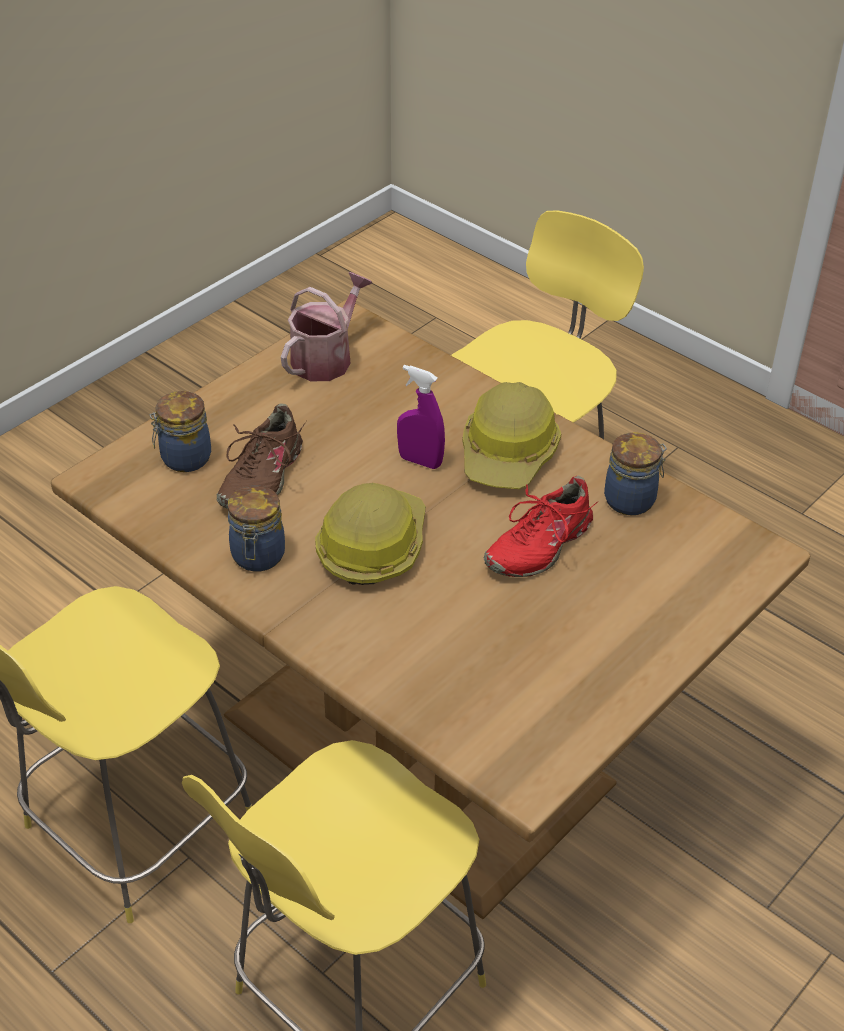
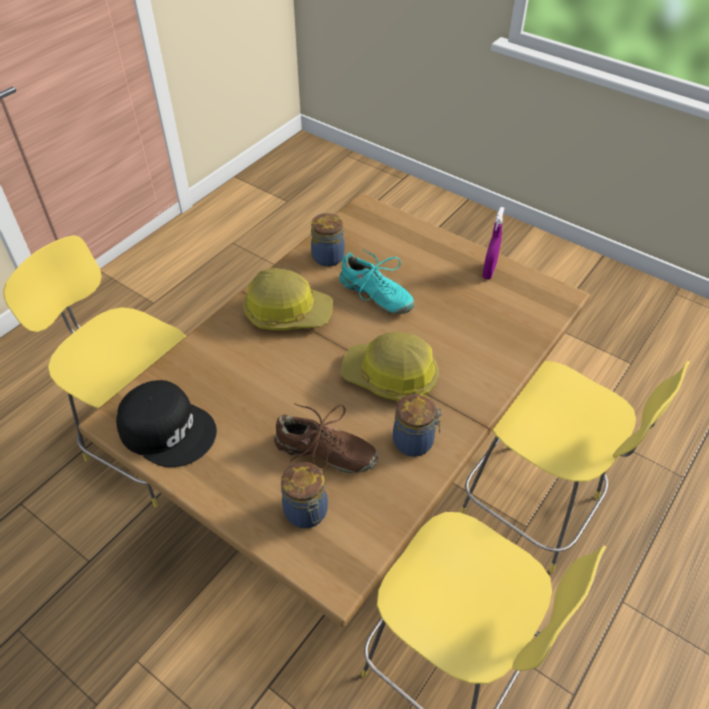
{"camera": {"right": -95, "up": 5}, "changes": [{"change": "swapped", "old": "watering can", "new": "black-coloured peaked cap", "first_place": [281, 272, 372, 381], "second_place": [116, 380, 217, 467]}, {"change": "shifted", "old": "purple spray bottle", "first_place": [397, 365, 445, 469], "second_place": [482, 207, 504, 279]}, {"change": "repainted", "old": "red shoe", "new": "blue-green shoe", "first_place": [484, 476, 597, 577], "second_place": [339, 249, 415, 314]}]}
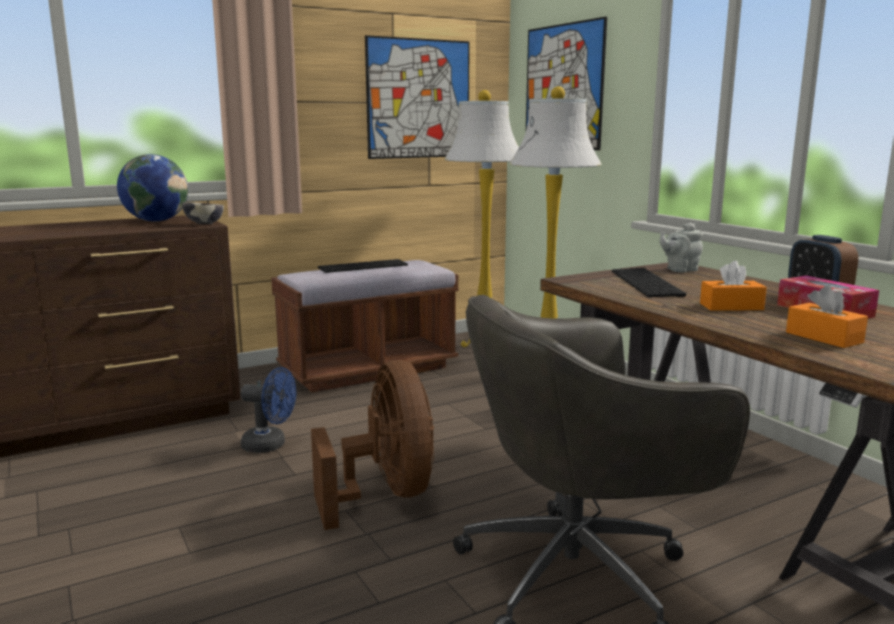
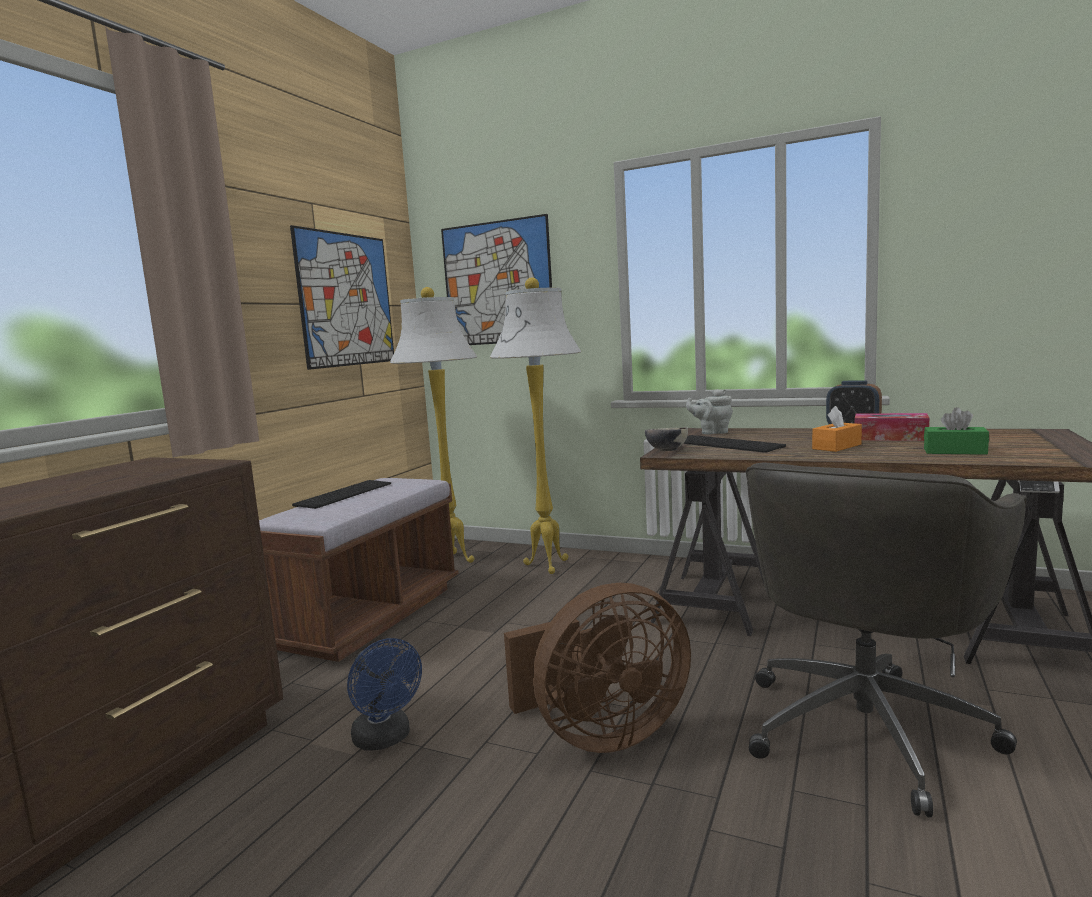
{"camera": {"right": -35, "up": -5}, "changes": [{"change": "gone", "old": "world globe", "first_place": [117, 154, 188, 221]}, {"change": "shifted", "old": "serving bowl", "first_place": [182, 202, 224, 224], "second_place": [645, 427, 688, 451]}, {"change": "rotated", "old": "grey teapot", "first_place": [660, 223, 703, 273], "second_place": [686, 389, 733, 434], "degrees": 60}, {"change": "repainted", "old": "orange-coloured tissue holder", "new": "greenish tissue holder", "first_place": [786, 285, 868, 348], "second_place": [924, 407, 989, 455]}, {"change": "rotated", "old": "brown-coloured cooling fan", "first_place": [311, 360, 434, 530], "second_place": [504, 583, 691, 753], "degrees": 120}, {"change": "rotated", "old": "bluish cooling fan", "first_place": [240, 367, 296, 453], "second_place": [347, 638, 422, 751], "degrees": 75}]}
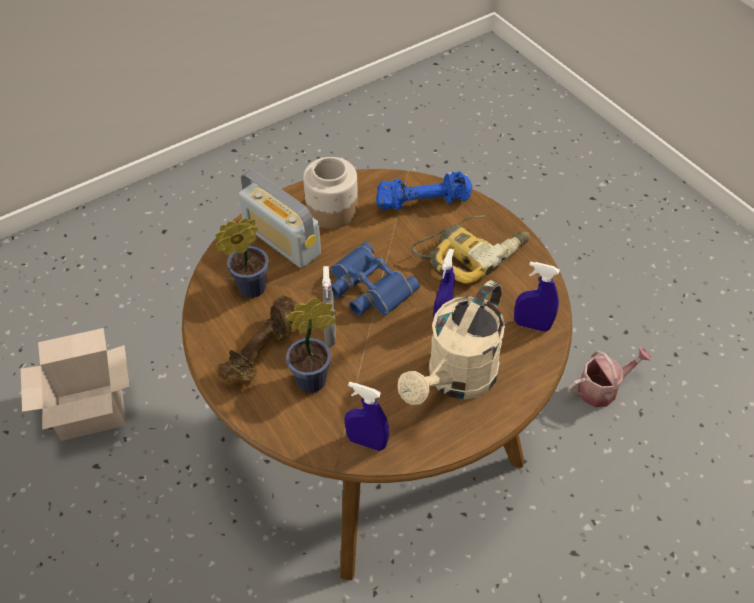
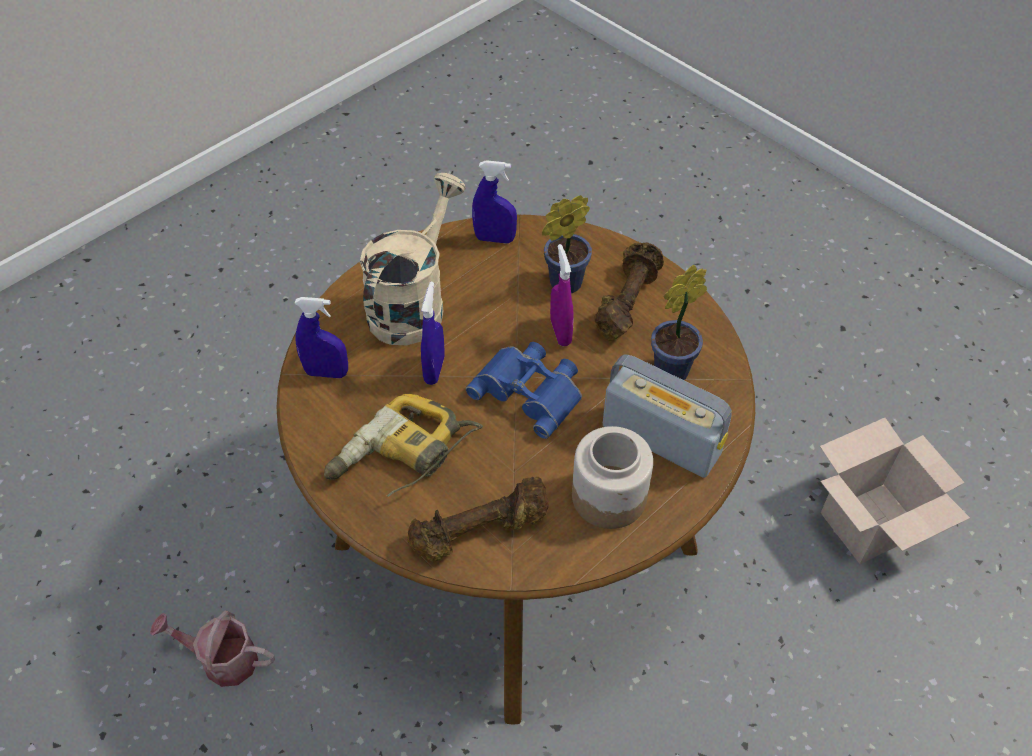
{"camera": {"right": 170, "up": 0}, "changes": [{"change": "repainted", "old": "bluish free weight", "new": "brown-coloured free weight", "first_place": [376, 171, 472, 210], "second_place": [407, 477, 549, 562]}, {"change": "repainted", "old": "grey spray bottle", "new": "purple spray bottle", "first_place": [322, 266, 336, 346], "second_place": [550, 244, 574, 346]}, {"change": "rotated", "old": "watering can", "first_place": [567, 347, 652, 407], "second_place": [150, 611, 275, 687], "degrees": 45}]}
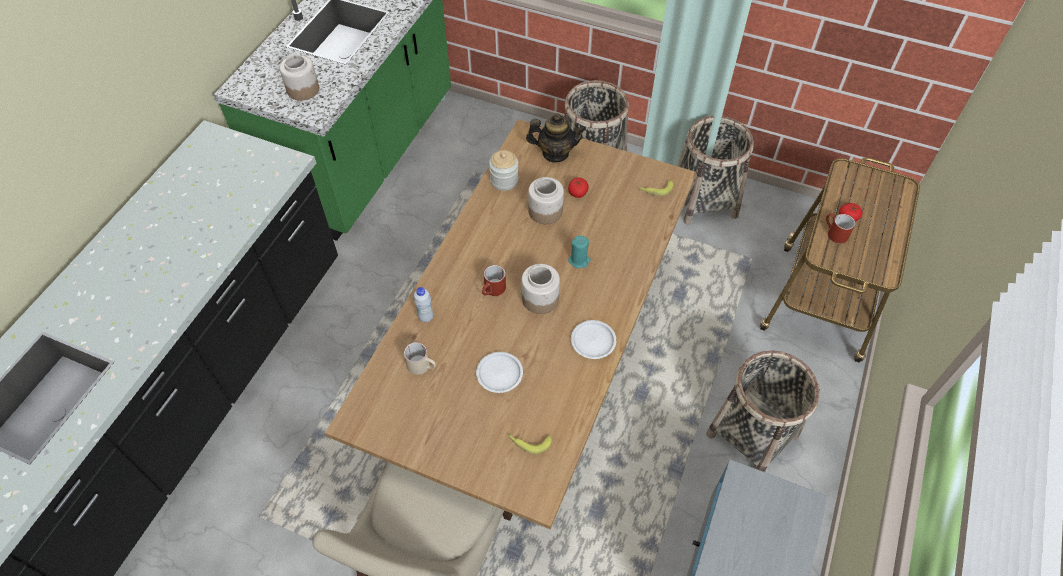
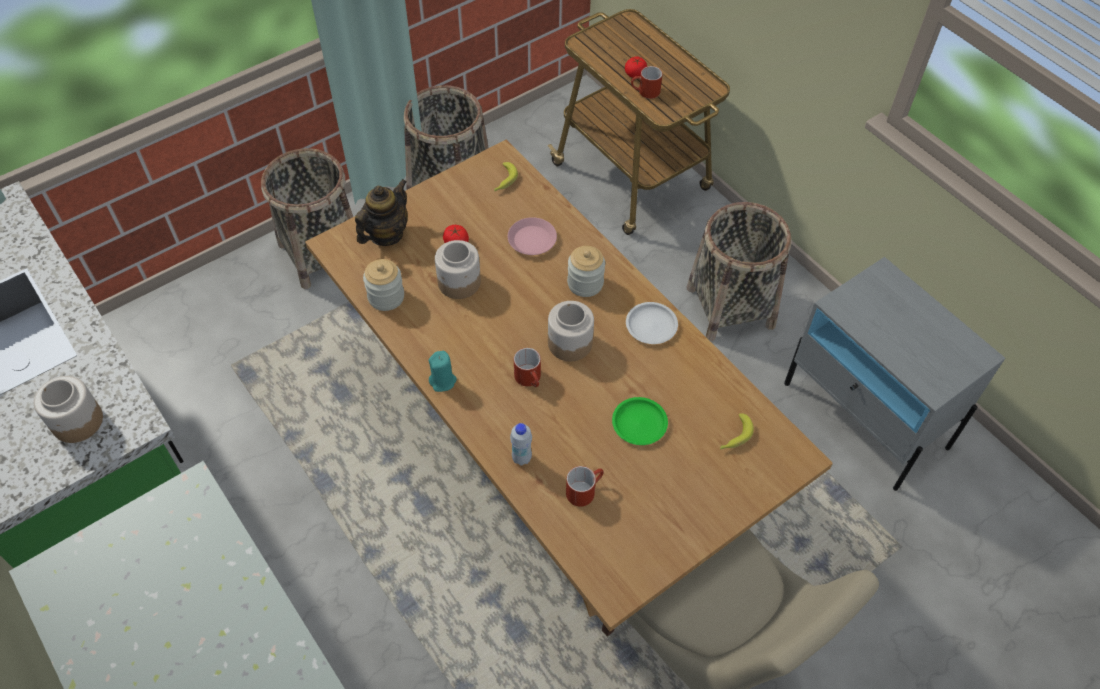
{"camera": {"right": -60, "up": 0}, "changes": [{"change": "shifted", "old": "blue-green wax light", "first_place": [568, 236, 591, 268], "second_place": [429, 351, 457, 392]}, {"change": "repainted", "old": "beige mug", "new": "red mug", "first_place": [404, 342, 436, 375], "second_place": [566, 466, 604, 507]}, {"change": "repainted", "old": "whitish plate", "new": "greenish plate", "first_place": [476, 352, 523, 393], "second_place": [612, 397, 668, 445]}, {"change": "new", "new": "pinkish plate", "second_place": [508, 217, 557, 255]}, {"change": "new", "new": "jar", "second_place": [567, 246, 605, 297]}]}
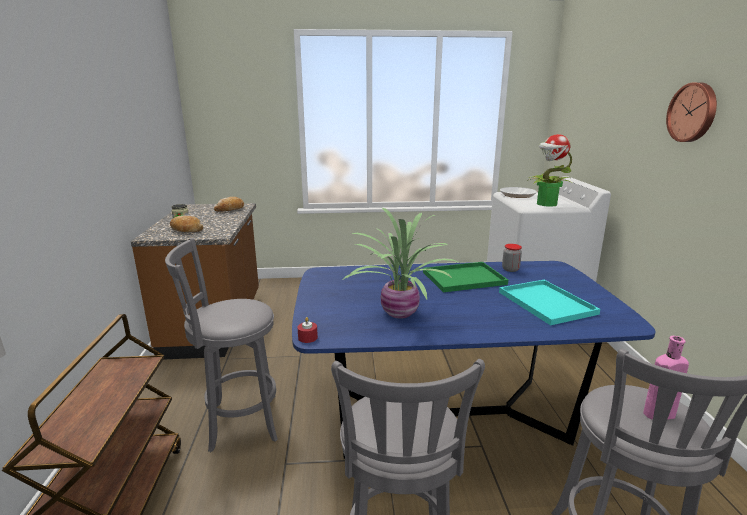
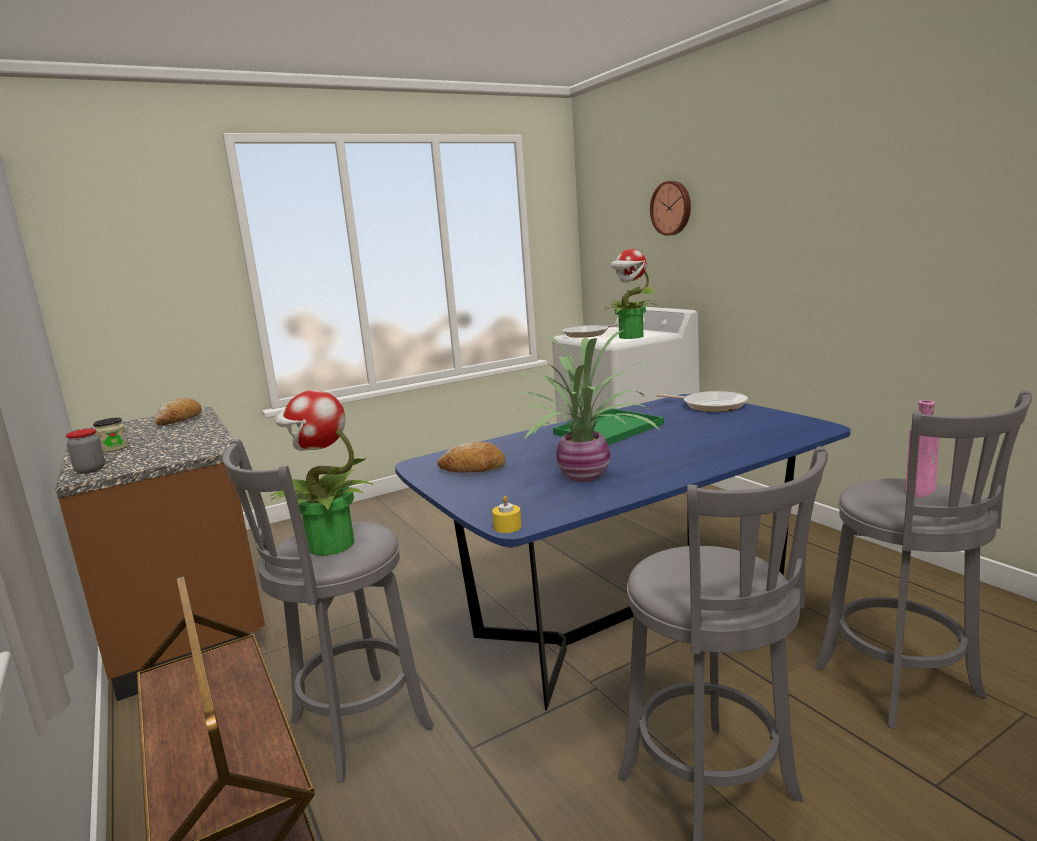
{"camera": {"right": -25, "up": -5}, "changes": [{"change": "shifted", "old": "clock on the wall", "first_place": [666, 82, 717, 142], "second_place": [650, 181, 691, 236]}, {"change": "shifted", "old": "bakery bread", "first_place": [170, 215, 203, 232], "second_place": [437, 442, 506, 473]}, {"change": "shifted", "old": "jar", "first_place": [502, 244, 522, 272], "second_place": [66, 429, 105, 474]}, {"change": "gone", "old": "blue-green serving tray", "first_place": [499, 280, 600, 325]}, {"change": "repainted", "old": "red wax light", "new": "yellow wax light", "first_place": [297, 317, 318, 343], "second_place": [492, 495, 522, 533]}, {"change": "new", "new": "plant in a pot", "second_place": [270, 390, 372, 556]}, {"change": "new", "new": "pan", "second_place": [656, 391, 748, 412]}]}
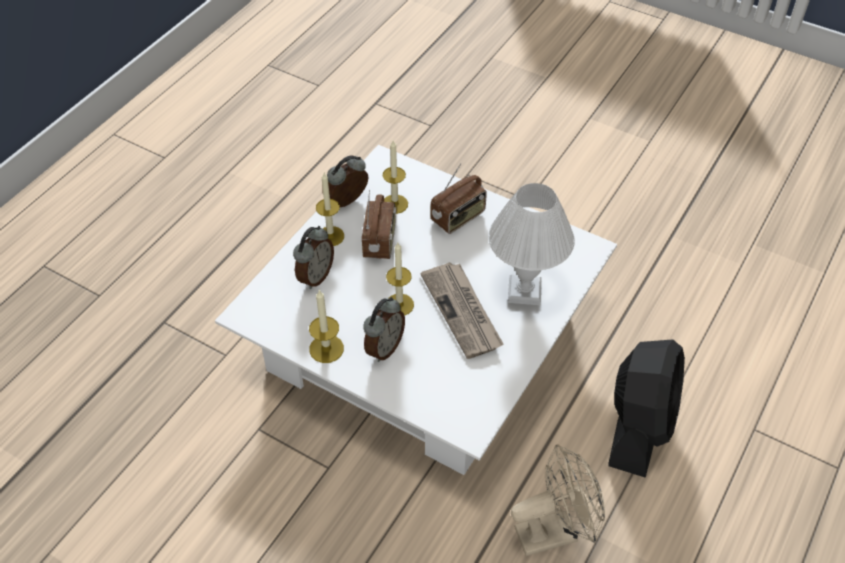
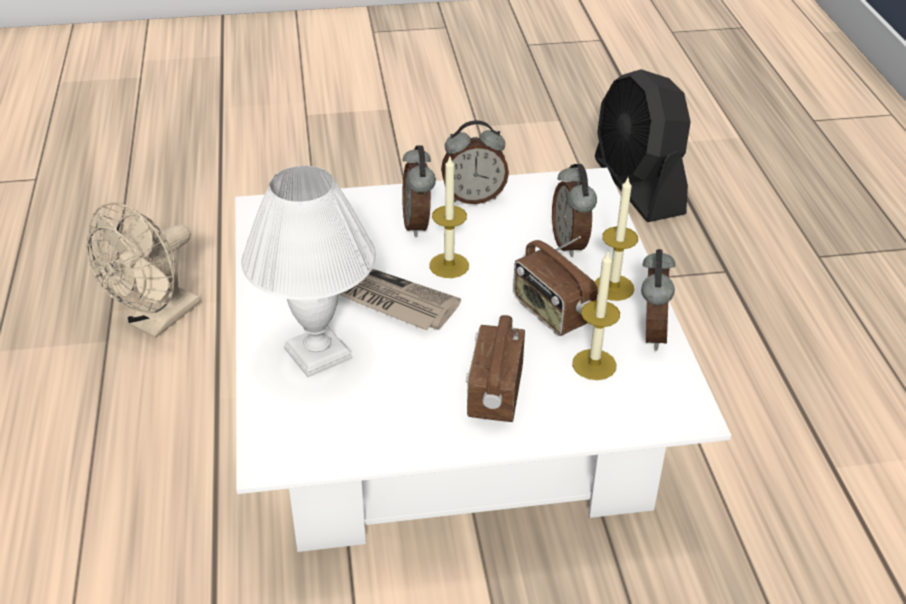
{"camera": {"right": 140, "up": -10}, "changes": [{"change": "swapped", "old": "wax light", "new": "bedside clock", "first_place": [309, 290, 344, 363], "second_place": [441, 120, 509, 204]}, {"change": "shifted", "old": "black-coloured cooling fan", "first_place": [608, 339, 685, 478], "second_place": [595, 69, 691, 222]}]}
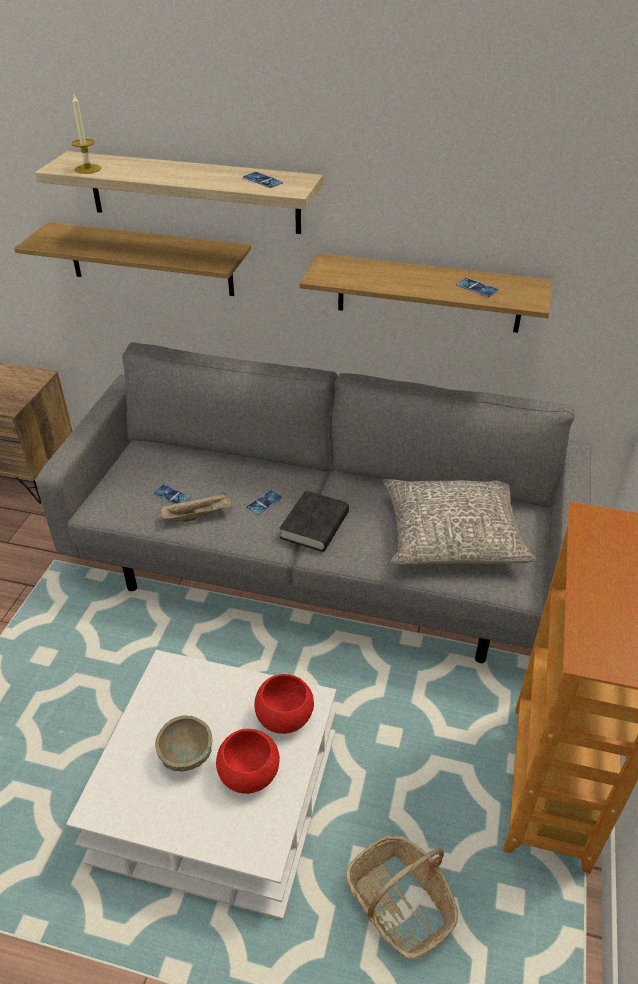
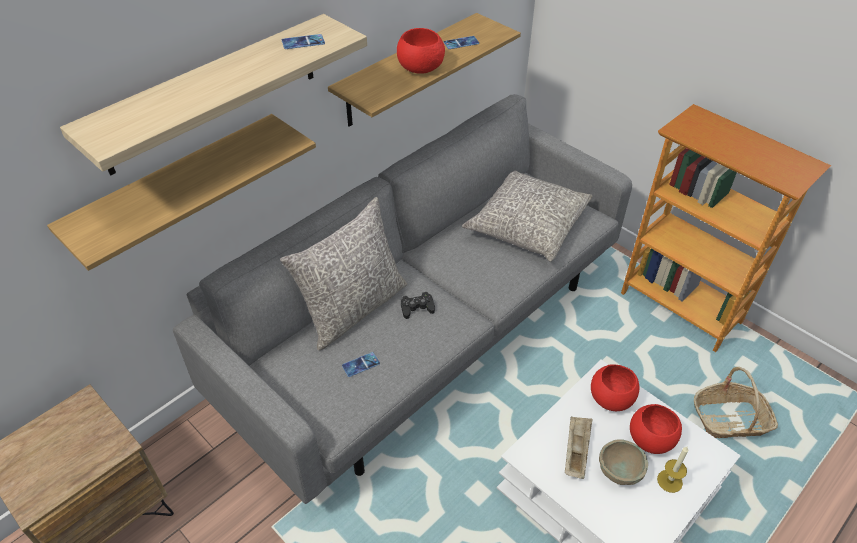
{"camera": {"right": -60, "up": 5}, "changes": [{"change": "shifted", "old": "wax light", "first_place": [71, 95, 101, 174], "second_place": [657, 447, 688, 493]}, {"change": "swapped", "old": "handset", "new": "black-coloured gamepad", "first_place": [246, 490, 282, 515], "second_place": [401, 292, 435, 319]}, {"change": "gone", "old": "black-coloured book", "first_place": [280, 490, 349, 552]}, {"change": "shifted", "old": "beige serving tray", "first_place": [160, 492, 232, 522], "second_place": [565, 417, 592, 479]}, {"change": "new", "new": "red serving bowl", "second_place": [397, 28, 445, 74]}, {"change": "new", "new": "grey pillow", "second_place": [280, 197, 407, 351]}]}
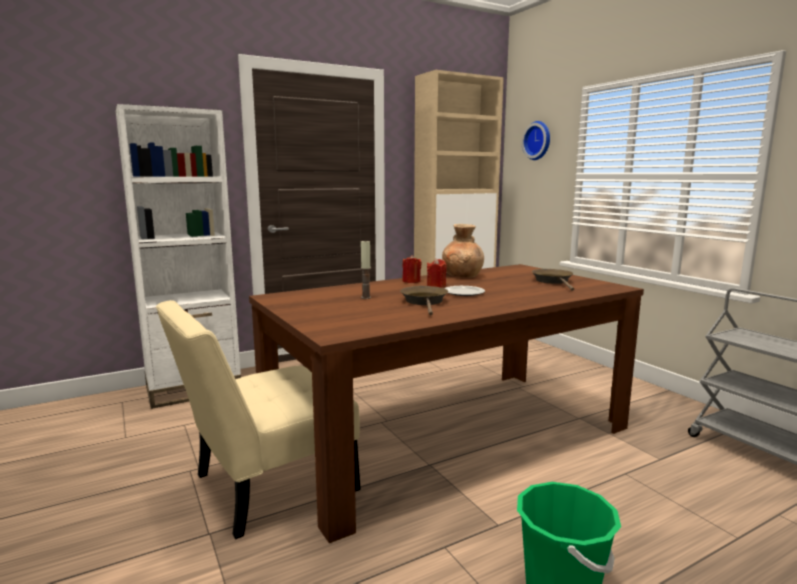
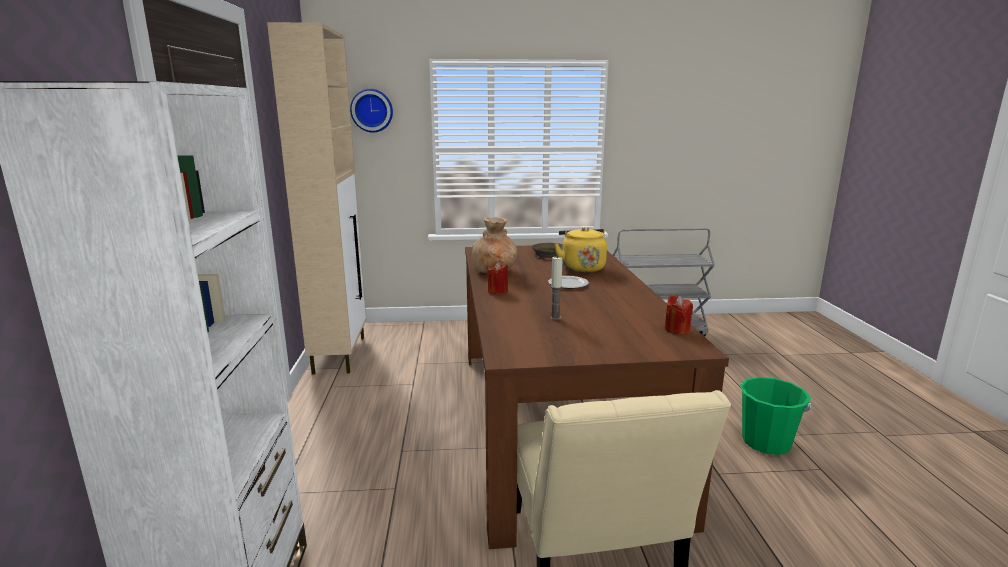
{"camera": {"right": -65, "up": 5}, "changes": [{"change": "shifted", "old": "red wax light", "first_place": [427, 258, 447, 288], "second_place": [665, 295, 693, 334]}, {"change": "gone", "old": "brown-coloured pan", "first_place": [400, 286, 448, 316]}, {"change": "new", "new": "yellow water kettle", "second_place": [555, 227, 607, 273]}]}
